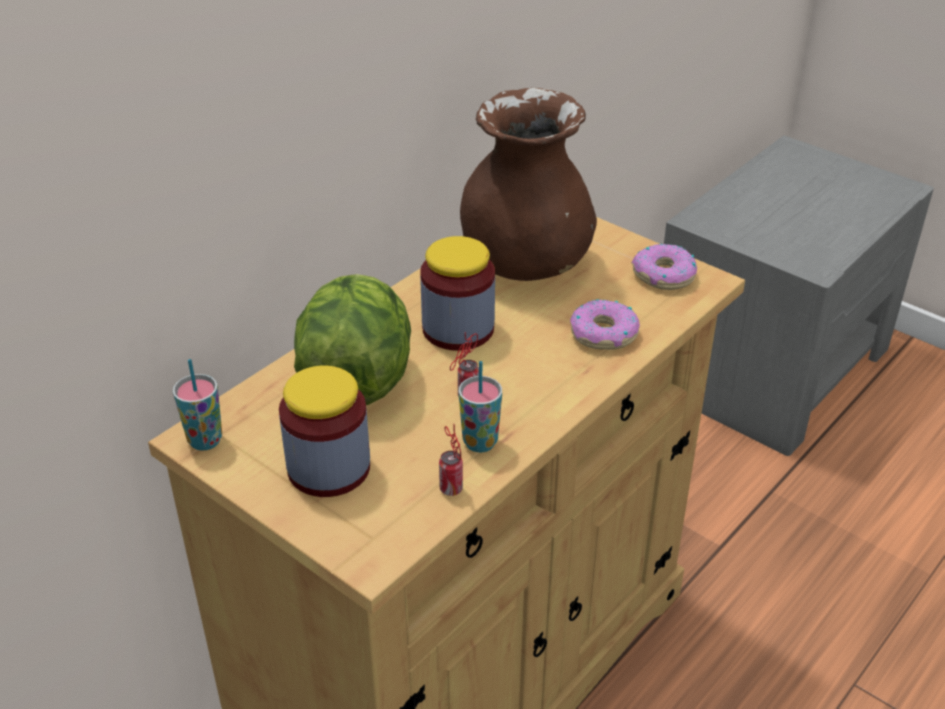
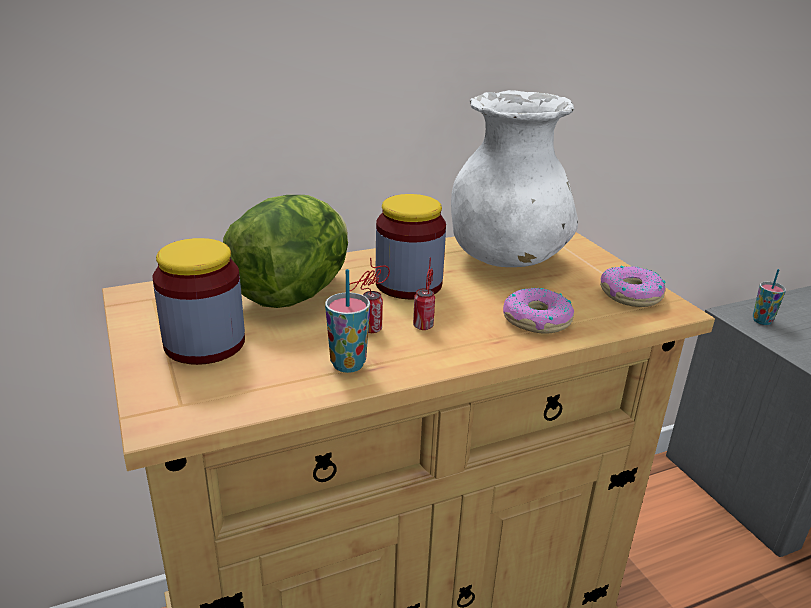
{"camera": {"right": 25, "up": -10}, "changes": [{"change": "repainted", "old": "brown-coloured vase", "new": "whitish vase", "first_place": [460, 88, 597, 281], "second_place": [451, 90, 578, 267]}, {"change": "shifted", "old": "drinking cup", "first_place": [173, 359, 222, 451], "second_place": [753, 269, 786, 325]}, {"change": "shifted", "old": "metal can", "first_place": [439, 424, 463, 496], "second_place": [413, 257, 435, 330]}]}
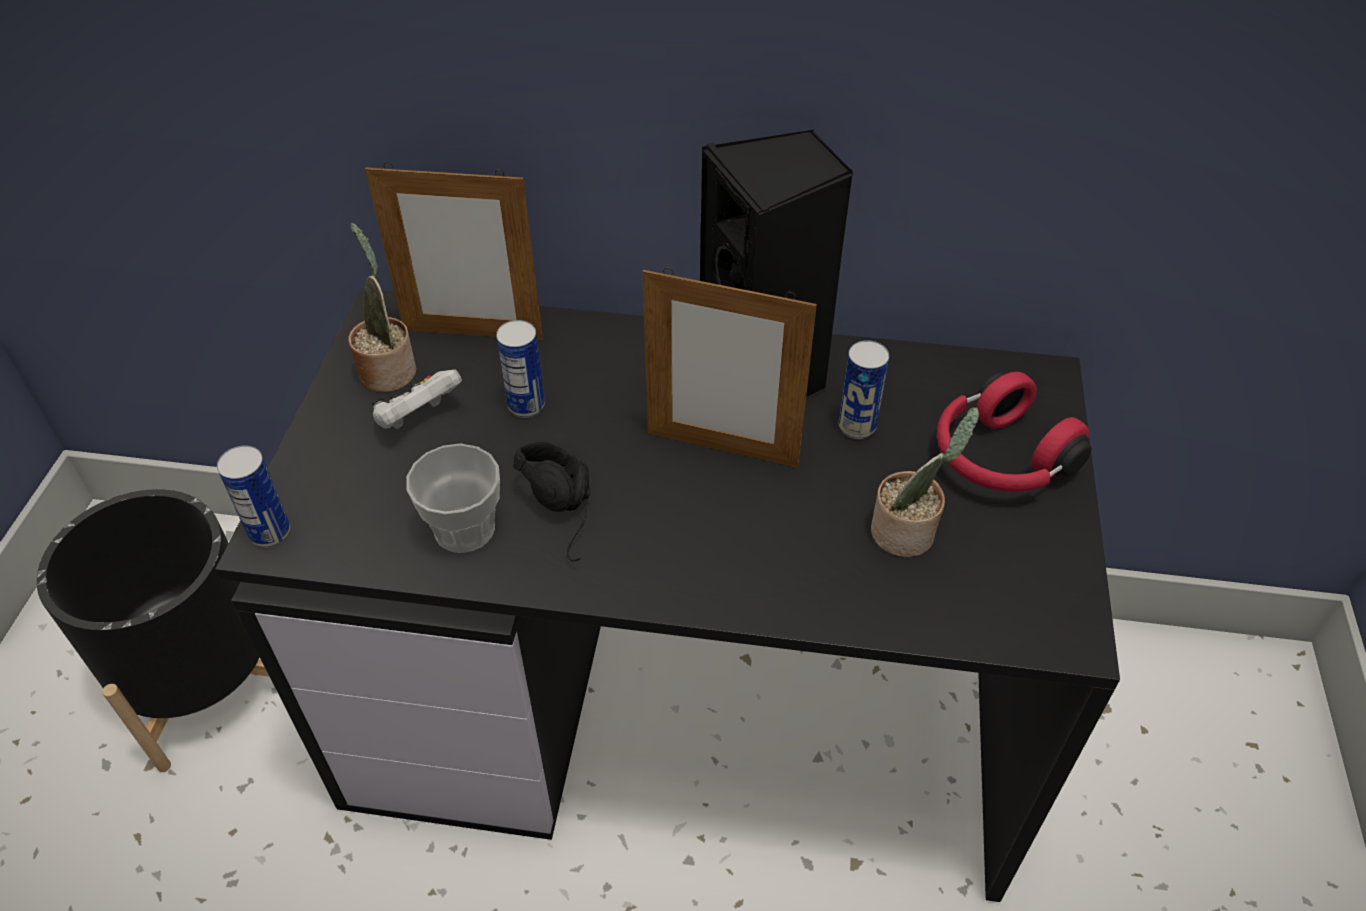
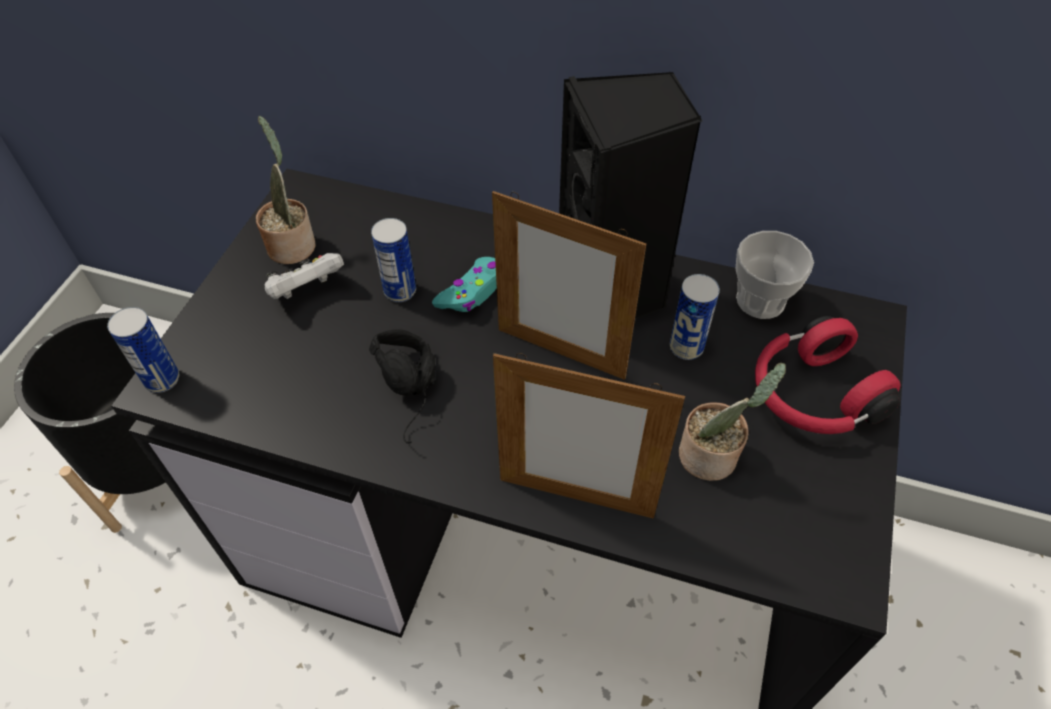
{"camera": {"right": 10, "up": 5}, "changes": [{"change": "shifted", "old": "photo frame", "first_place": [365, 162, 543, 340], "second_place": [493, 353, 685, 519]}, {"change": "shifted", "old": "drinking cup", "first_place": [406, 443, 500, 553], "second_place": [736, 231, 814, 319]}, {"change": "new", "new": "blue-green gamepad", "second_place": [432, 257, 497, 312]}]}
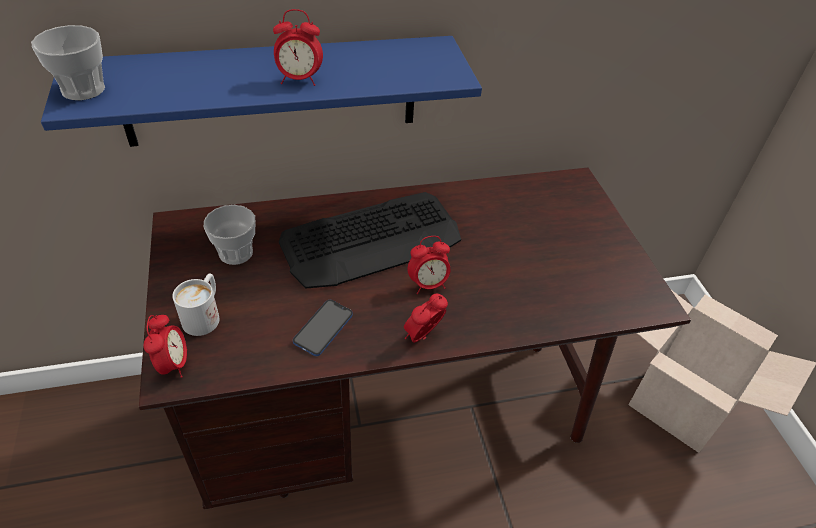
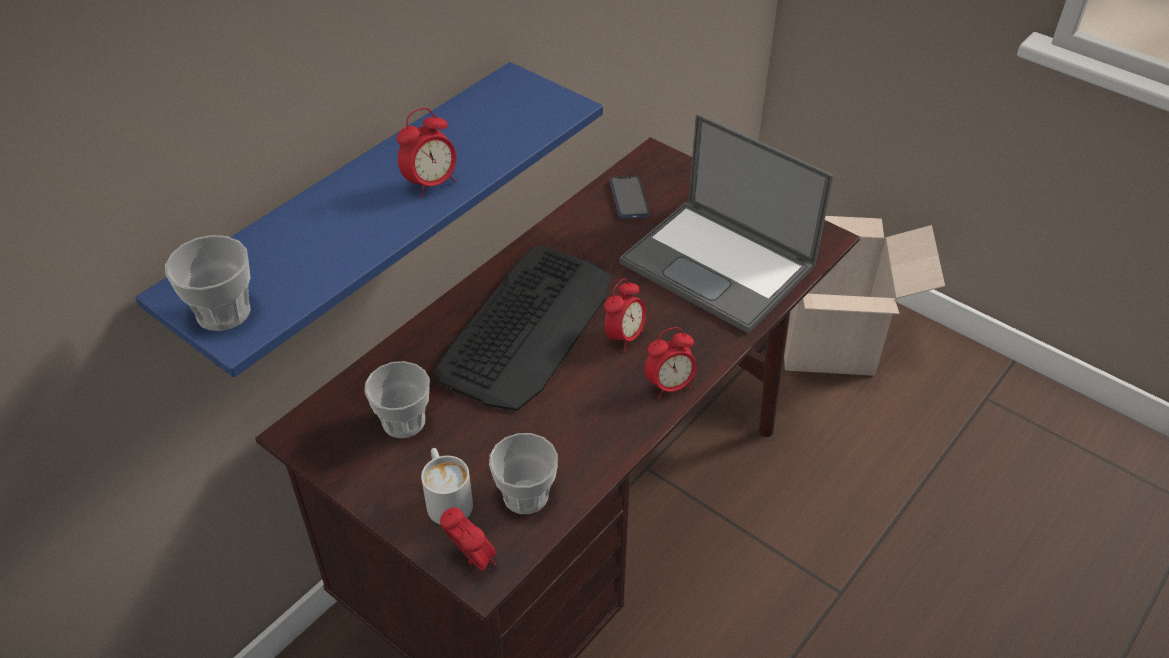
{"camera": {"right": -35, "up": 0}, "changes": [{"change": "rotated", "old": "bedside clock", "first_place": [404, 294, 448, 343], "second_place": [644, 327, 696, 399], "degrees": -120}, {"change": "shifted", "old": "handset", "first_place": [293, 300, 353, 356], "second_place": [610, 176, 649, 218]}, {"change": "new", "new": "portable computer", "second_place": [619, 114, 834, 333]}, {"change": "new", "new": "drinking cup", "second_place": [489, 433, 558, 514]}]}
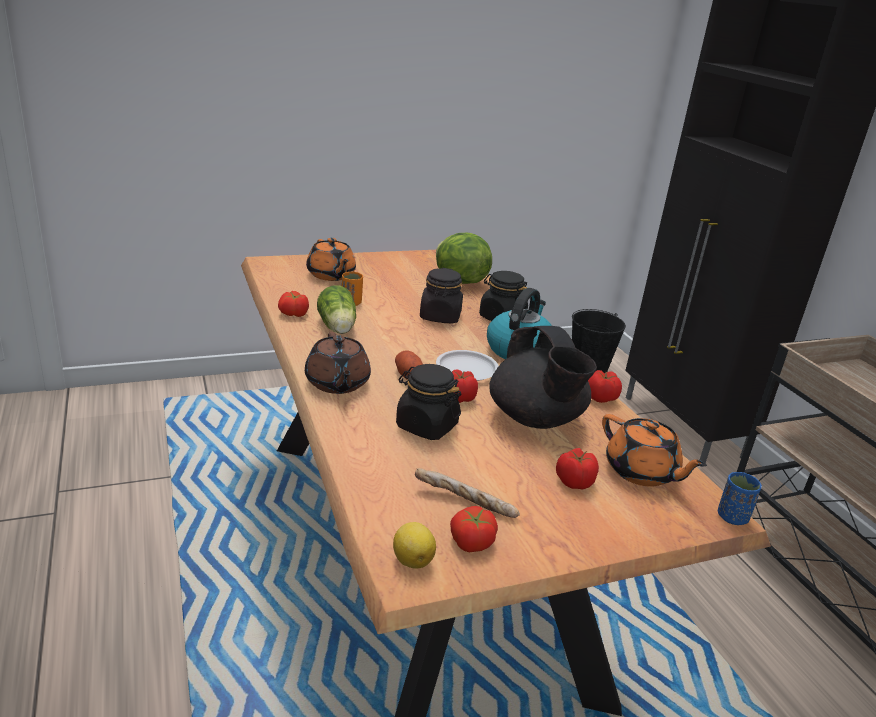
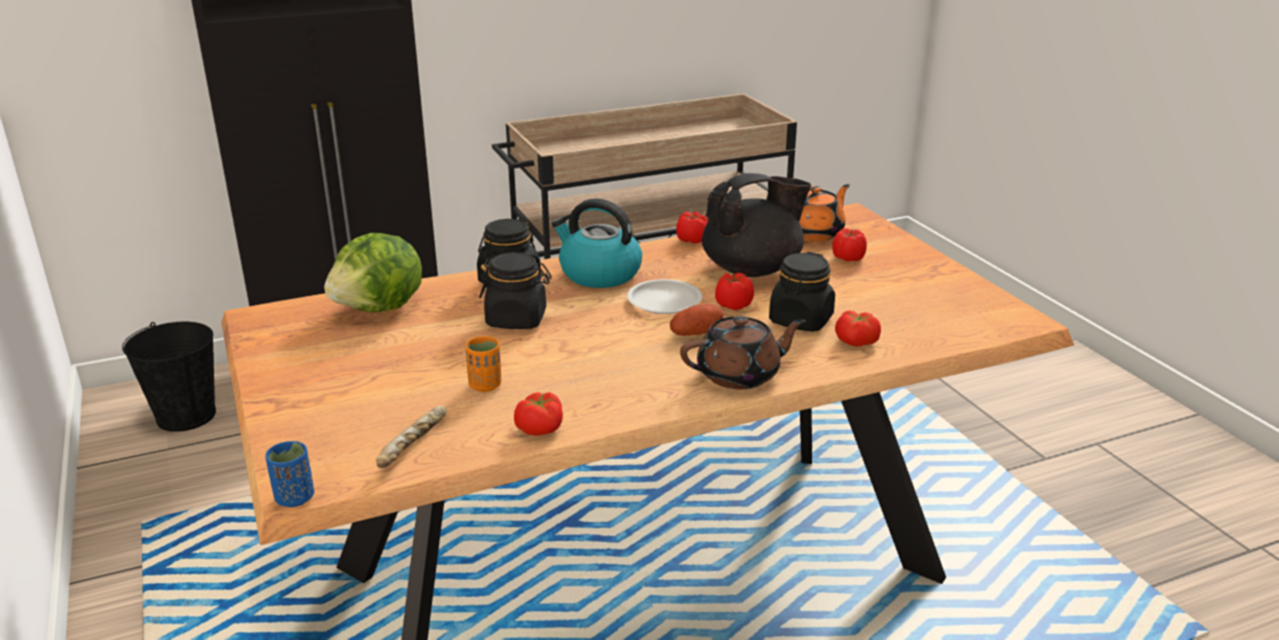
{"camera": {"right": -90, "up": 0}, "changes": [{"change": "gone", "old": "orange-coloured teapot", "first_place": [306, 238, 356, 281]}, {"change": "gone", "old": "lettuce", "first_place": [317, 285, 356, 334]}, {"change": "shifted", "old": "bakery bread", "first_place": [415, 468, 520, 518], "second_place": [376, 406, 446, 468]}, {"change": "shifted", "old": "bluish drinking cup", "first_place": [718, 472, 762, 525], "second_place": [265, 441, 314, 507]}, {"change": "shifted", "old": "tomato", "first_place": [450, 506, 498, 553], "second_place": [835, 311, 881, 347]}, {"change": "gone", "old": "whole lemon", "first_place": [393, 522, 436, 569]}]}
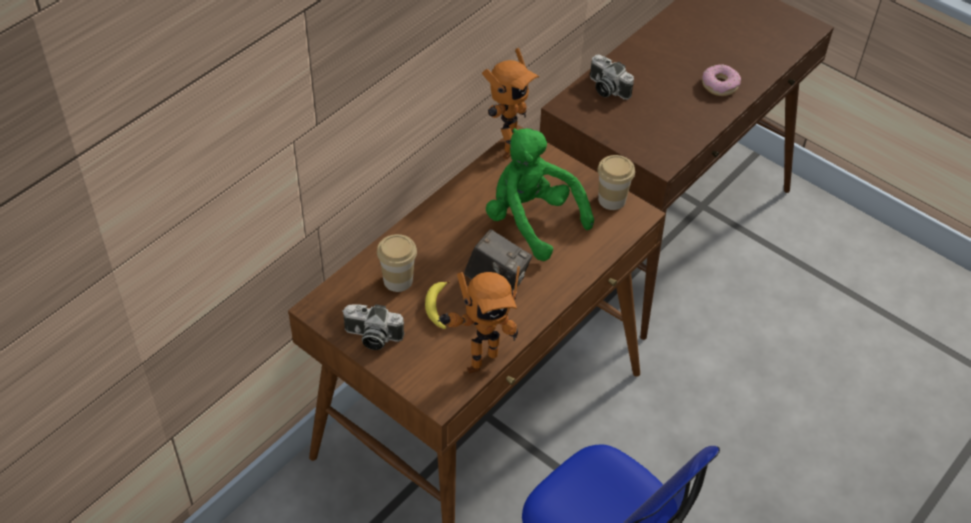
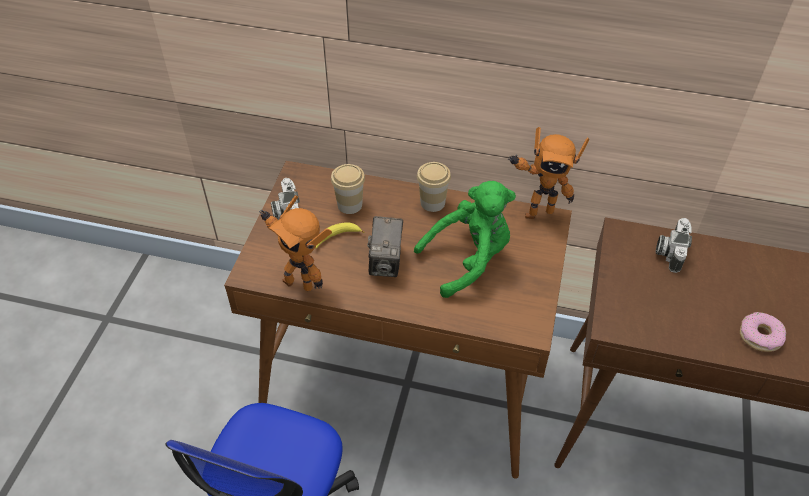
{"camera": {"right": 65, "up": 0}, "changes": [{"change": "rotated", "old": "greenish plush toy", "first_place": [486, 128, 594, 261], "second_place": [414, 181, 516, 298], "degrees": 45}, {"change": "shifted", "old": "drinking cup", "first_place": [597, 155, 635, 210], "second_place": [417, 162, 451, 212]}]}
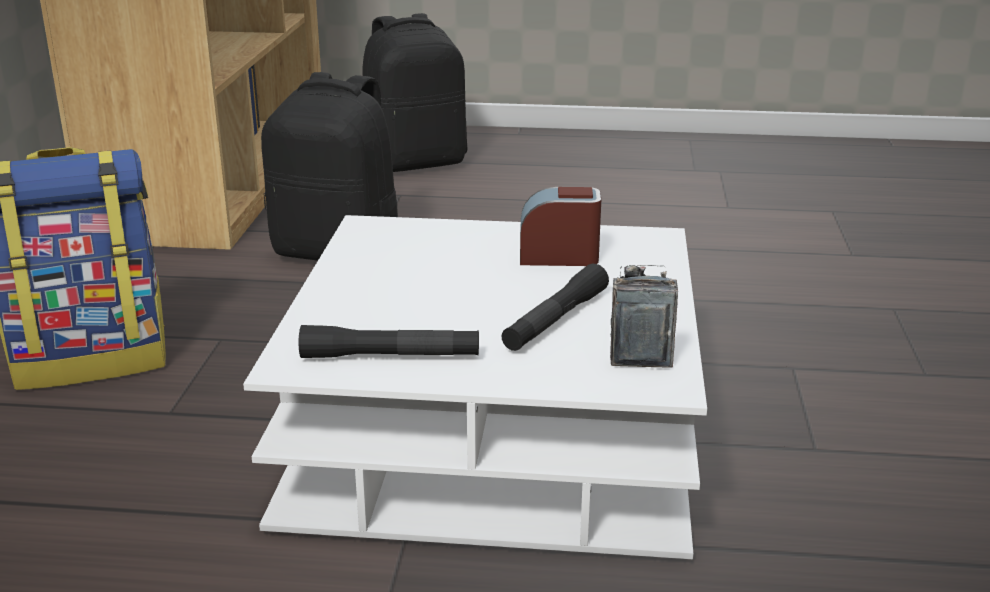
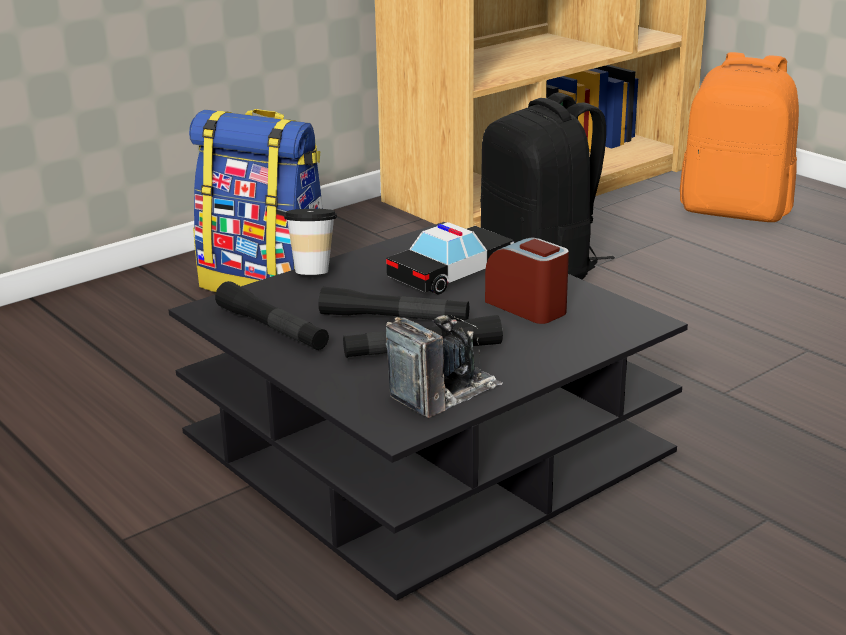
{"camera": {"right": 45, "up": 0}, "changes": [{"change": "repainted", "old": "black-coloured knapsack", "new": "orange-coloured knapsack", "first_place": [362, 13, 467, 172], "second_place": [680, 52, 799, 222]}, {"change": "repainted", "old": "whitish lounge table", "new": "black-coloured lounge table", "first_place": [243, 215, 707, 559], "second_place": [169, 222, 688, 601]}, {"change": "new", "new": "drinking cup", "second_place": [284, 209, 337, 275]}, {"change": "new", "new": "miniature car", "second_place": [386, 222, 514, 294]}, {"change": "new", "new": "black-coloured hand torch", "second_place": [319, 287, 469, 321]}]}
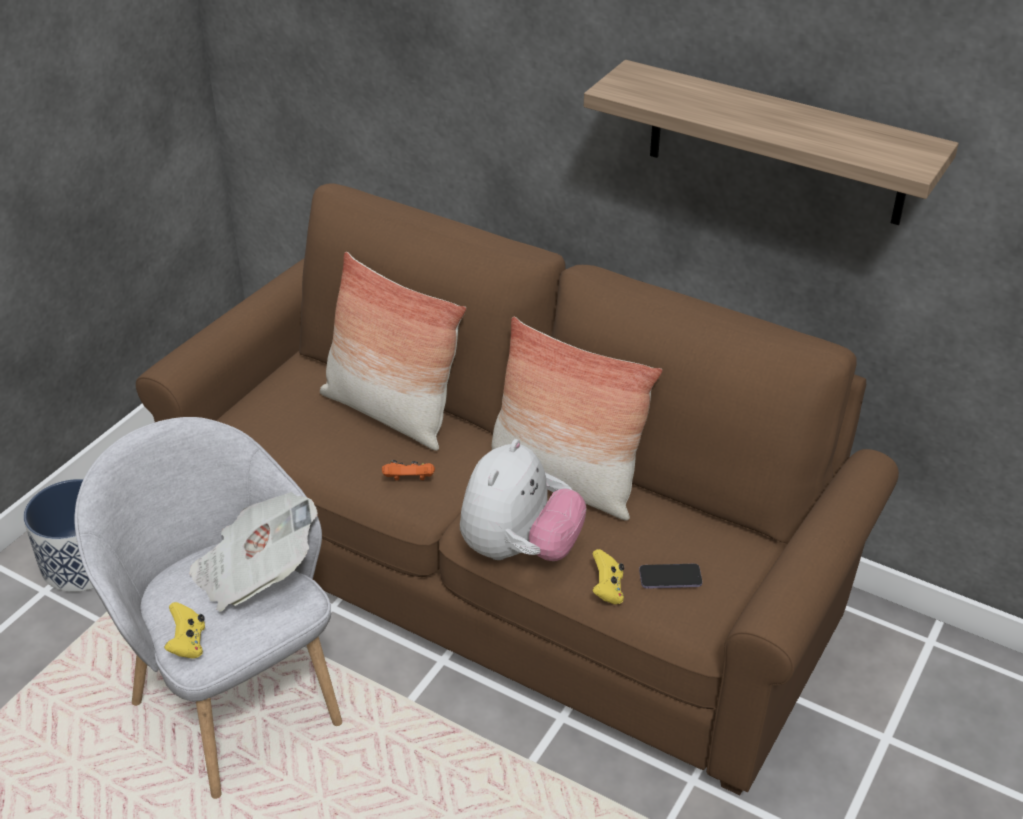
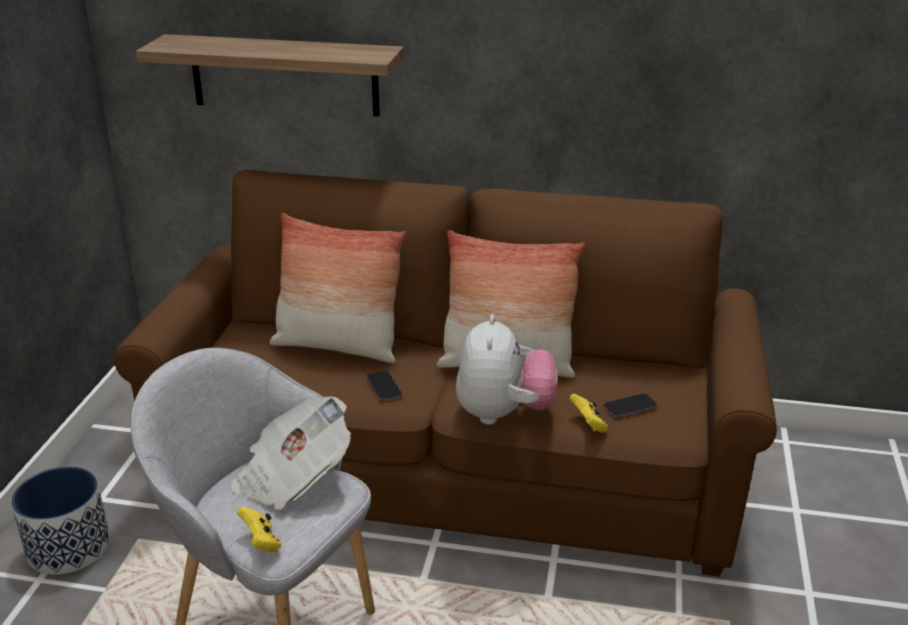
{"camera": {"right": -20, "up": -10}, "changes": [{"change": "shifted", "old": "bracket shelf", "first_place": [584, 60, 959, 225], "second_place": [136, 34, 404, 116]}, {"change": "swapped", "old": "orange-coloured gamepad", "new": "handset", "first_place": [382, 460, 435, 481], "second_place": [367, 370, 402, 401]}]}
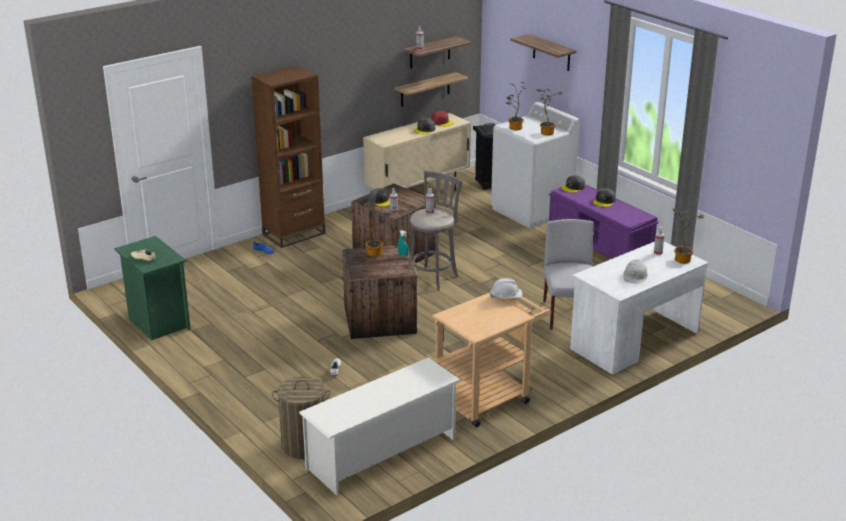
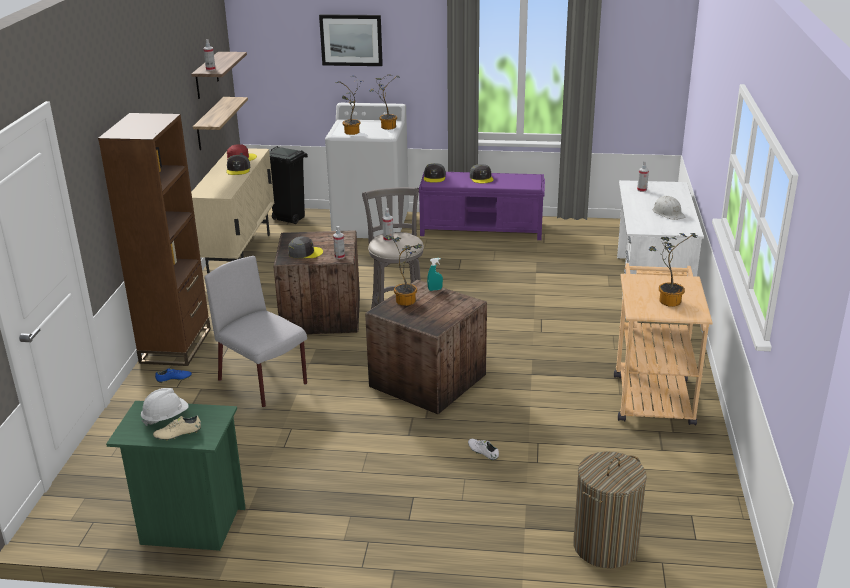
{"camera": {"right": -45, "up": 0}, "changes": [{"change": "swapped", "old": "bracket shelf", "new": "picture", "first_place": [510, 34, 577, 71], "second_place": [319, 14, 383, 66]}, {"change": "shifted", "old": "plant in a pot", "first_place": [673, 209, 704, 264], "second_place": [649, 233, 697, 307]}, {"change": "shifted", "old": "grey upright chair", "first_place": [543, 219, 594, 330], "second_place": [205, 256, 307, 407]}, {"change": "shifted", "old": "whitish safety helmet", "first_place": [490, 278, 522, 298], "second_place": [141, 388, 189, 426]}, {"change": "gone", "old": "whitish shoe rack", "first_place": [299, 357, 461, 495]}]}
